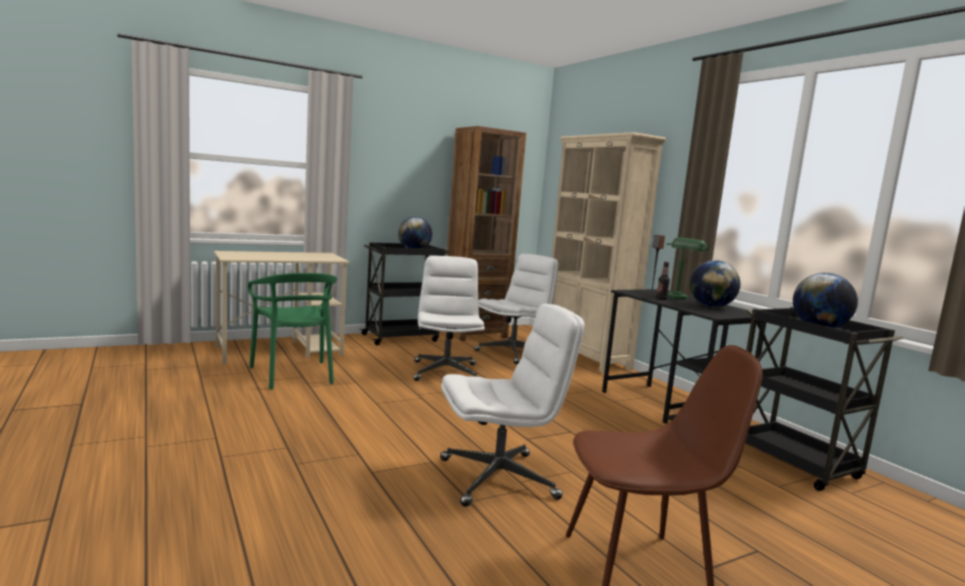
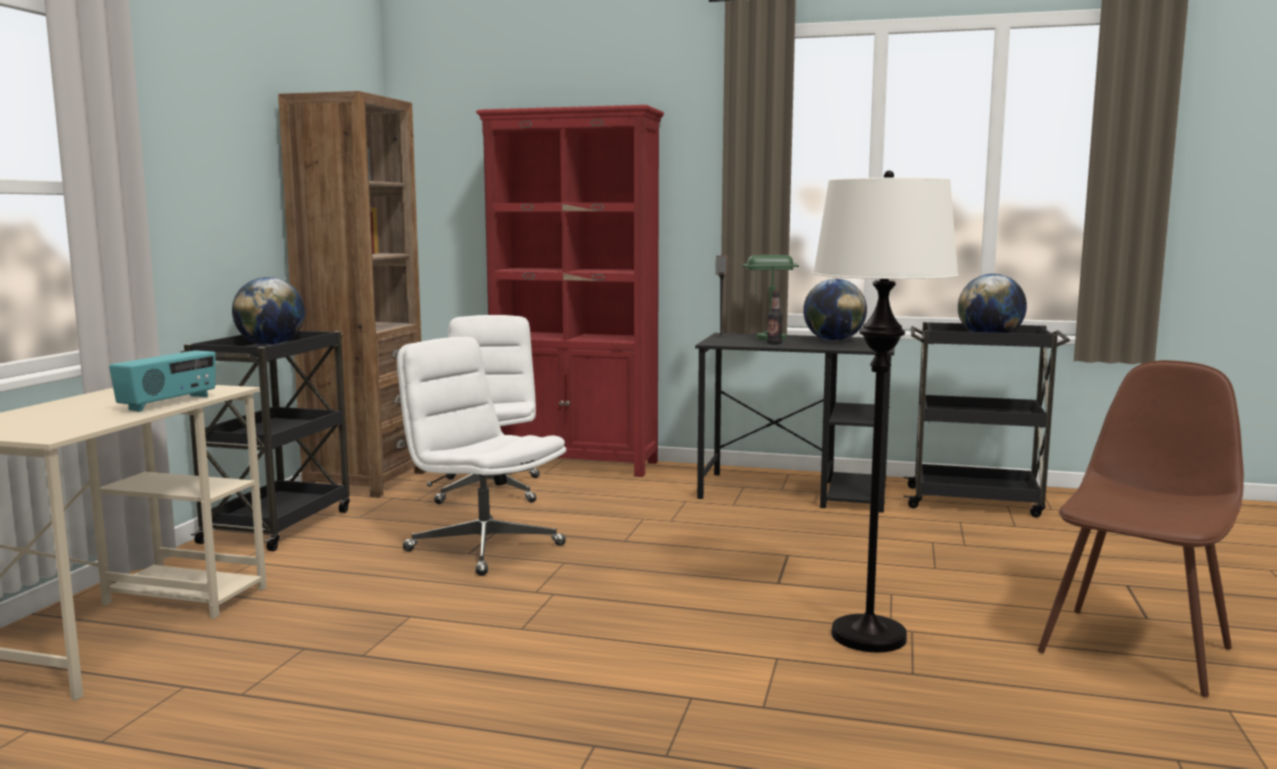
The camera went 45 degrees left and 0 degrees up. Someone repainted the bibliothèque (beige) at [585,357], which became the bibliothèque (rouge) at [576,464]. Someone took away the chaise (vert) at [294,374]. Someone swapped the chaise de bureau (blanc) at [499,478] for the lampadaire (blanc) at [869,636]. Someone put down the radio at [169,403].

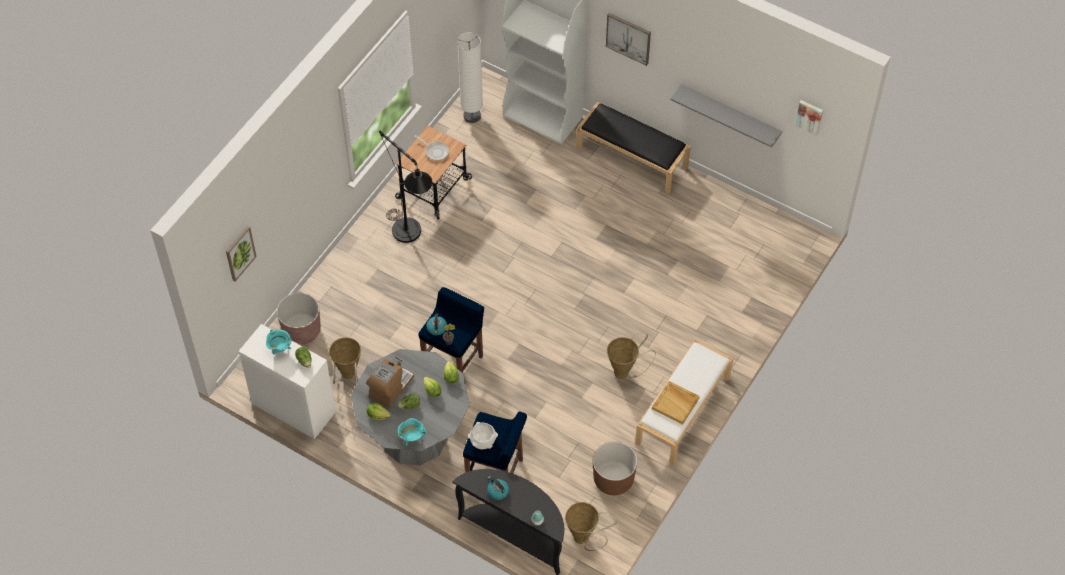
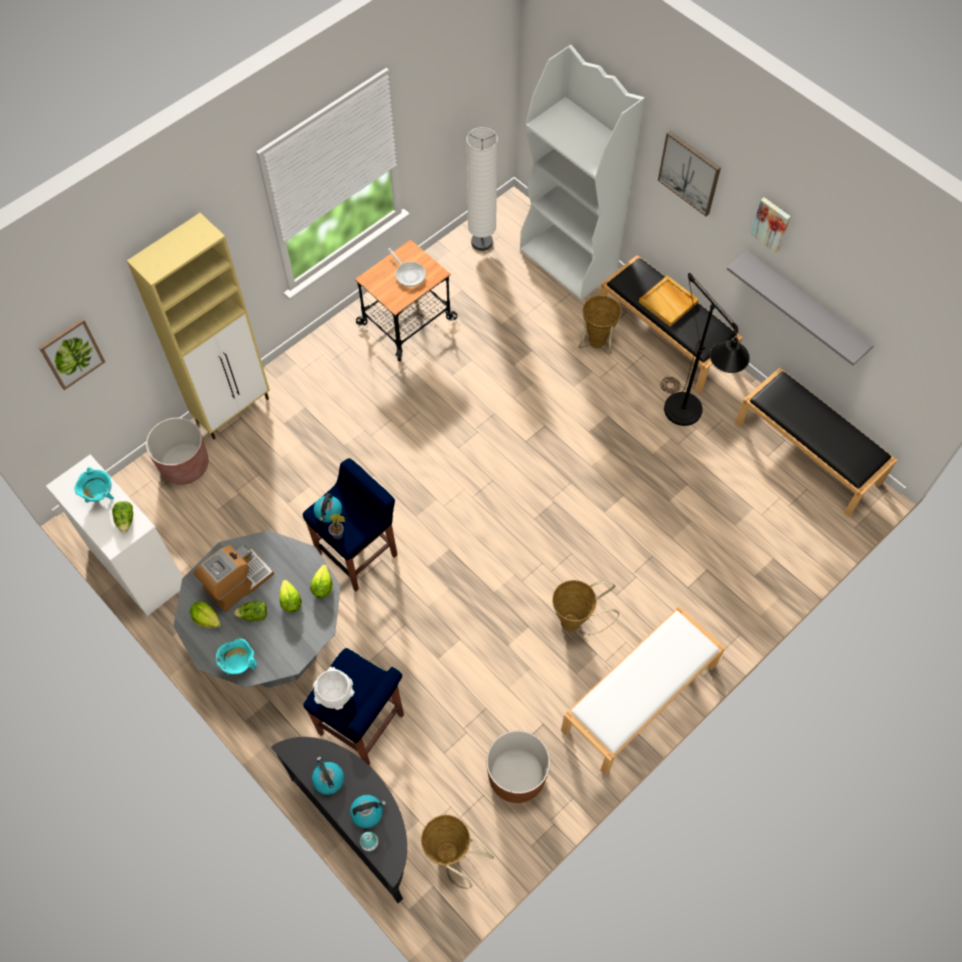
The camera went 15 degrees right and 5 degrees up. Someone carried the tableau from [809,116] to [771,224]. Someone carried the lampadaire (noir) from [411,236] to [687,418]. Someone carried the panier from [348,376] to [596,345]. Someone carried the plateau (beige) from [676,403] to [668,302]. Someone put down the meuble de rangement (beige) at [233,409]. Someone put down the banc (noir) at [808,453]. Someone put down the bouilloire at [367,812].

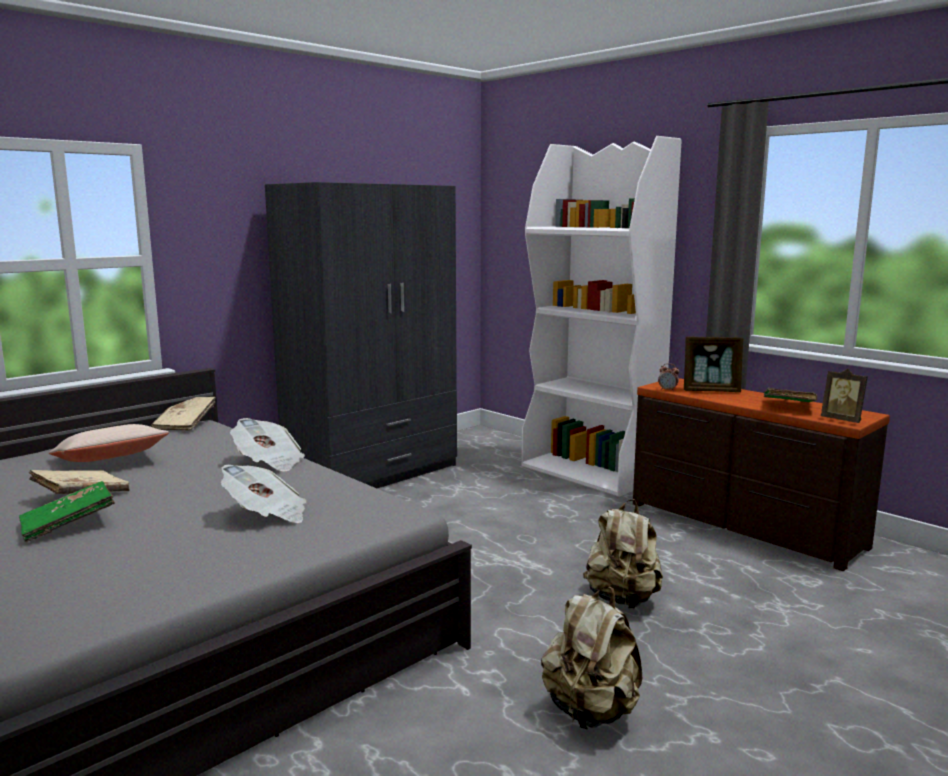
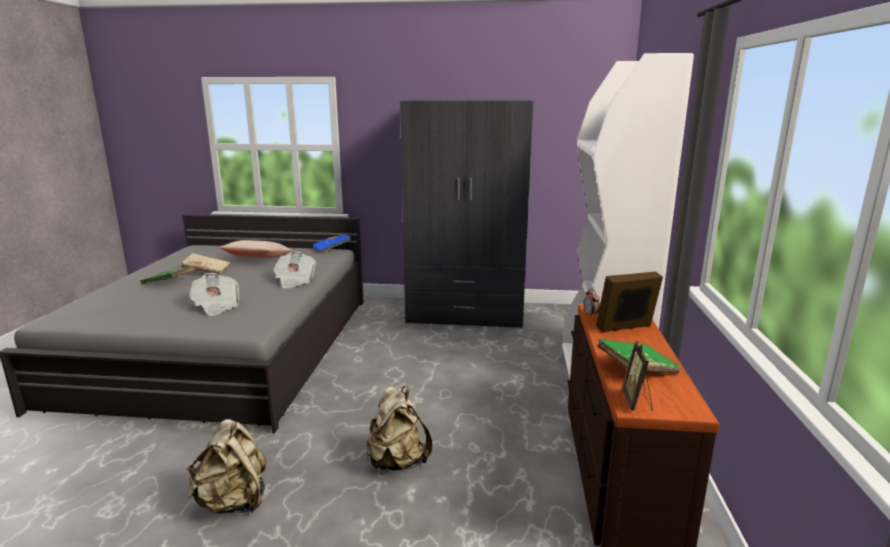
The camera went 50 degrees right and 5 degrees up. Someone rotated the cadre photo at [711,391] by 105 degrees clockwise. Someone repainted the livre (beige) at [185,424], which became the livre (bleu) at [331,249].

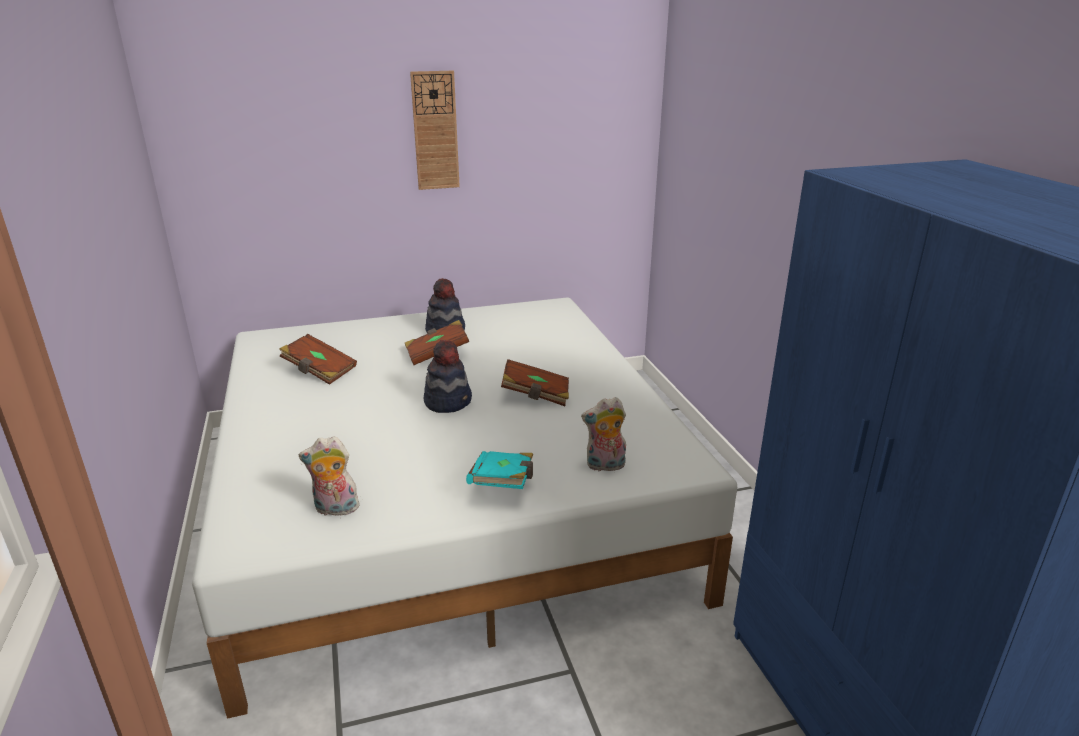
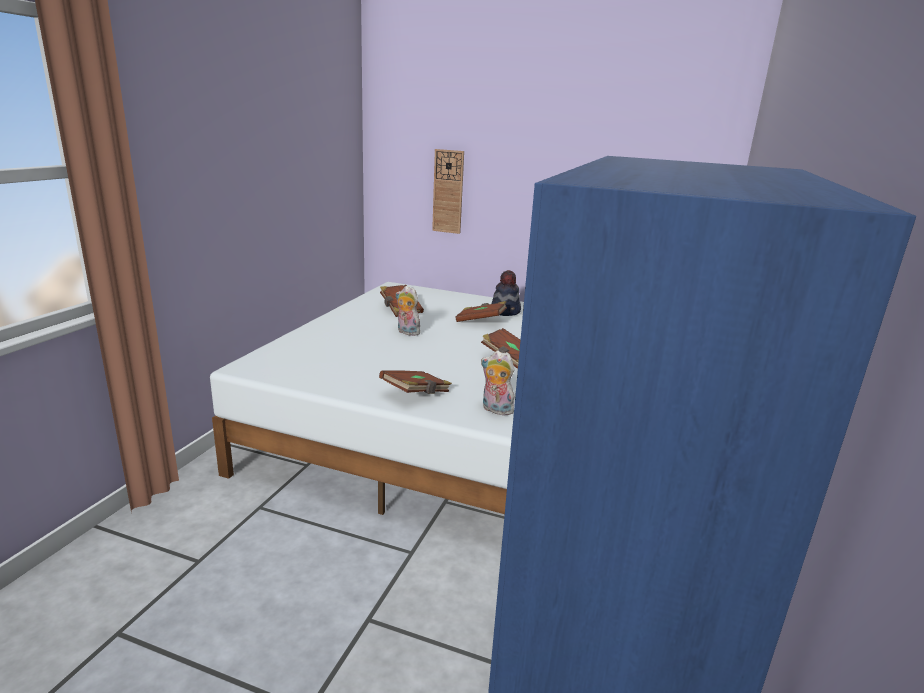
The camera went 35 degrees right and 5 degrees down. Someone carried the horloge murale from [435,131] to [448,192]. Someone took away the chapeau at [448,401]. Someone carried the peluche from [335,510] to [407,332]. Someone repainted the livre (turquoise) at [503,484], which became the livre (marron) at [416,394].

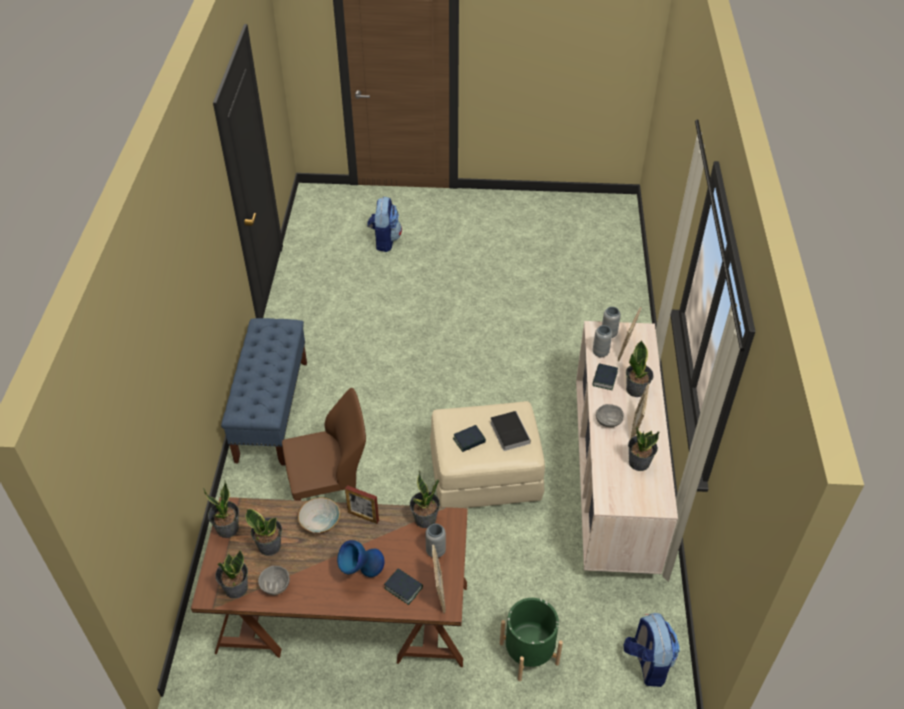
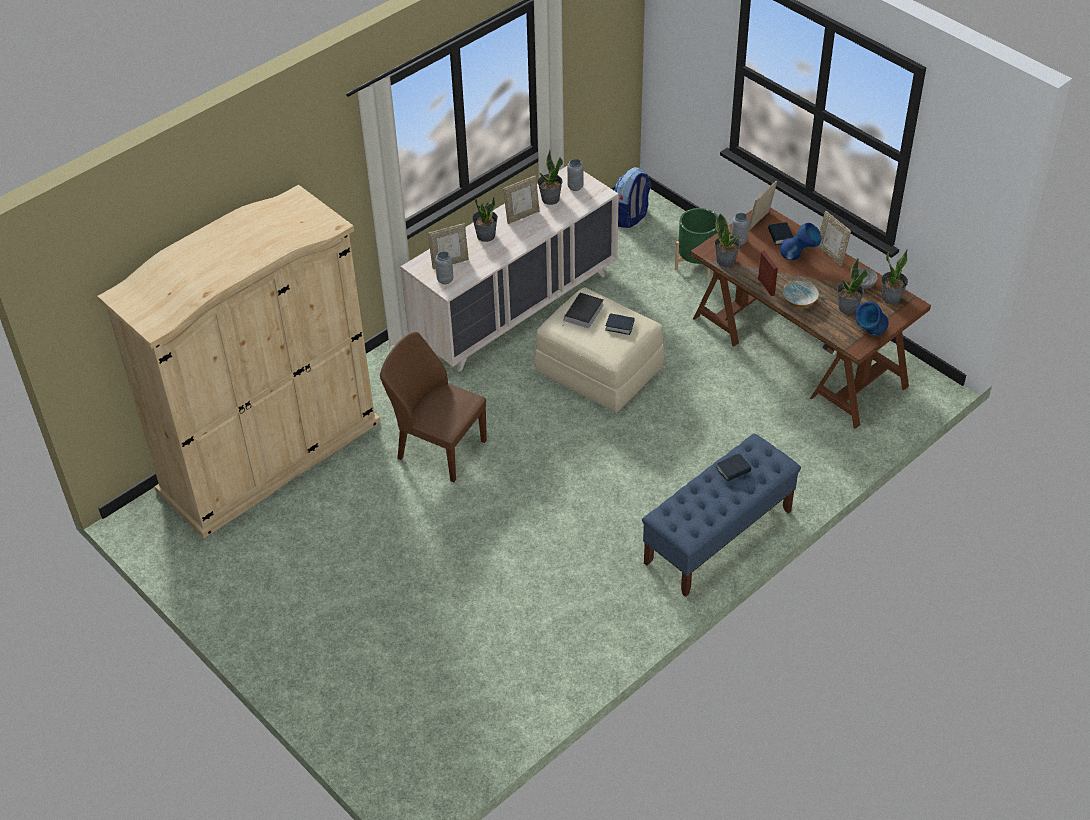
The camera went 135 degrees left and 0 degrees up. Someone took away the sac à dos at [384,240]. Someone carried the vase (gris) from [600,353] to [575,187]. Someone carried the livre from [604,379] to [733,470]. Someone carried the chaise (marron) from [331,495] to [440,448]. Someone took away the bol (gris) at [608,421]. Someone swapped the plante en pot at [228,529] for the vase (bleu) at [869,335]. Someone put down the armoire (beige) at [270,456]. Someone put down the cadre photo at [831,254].

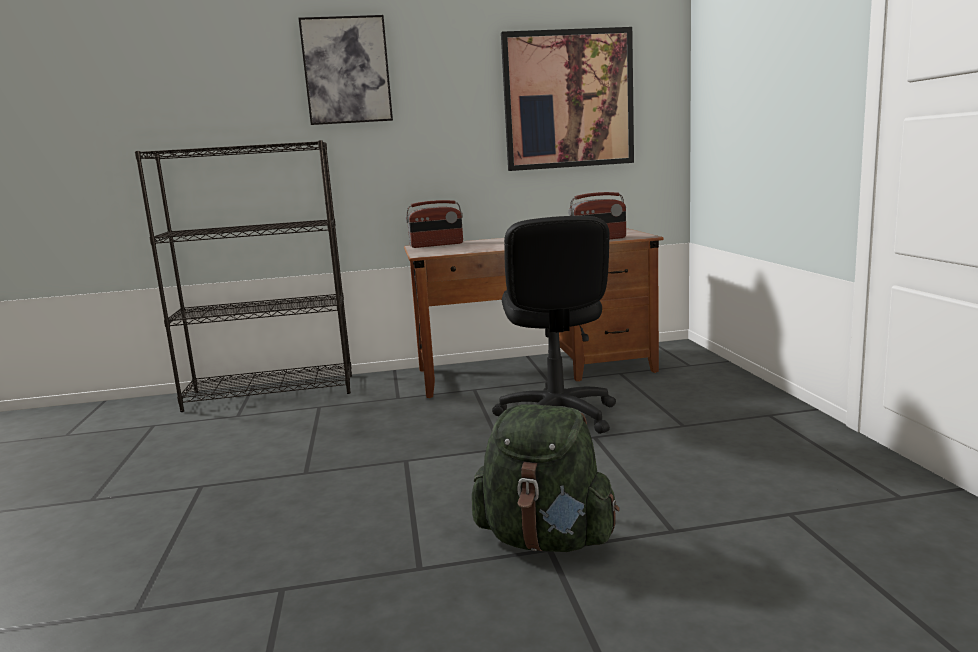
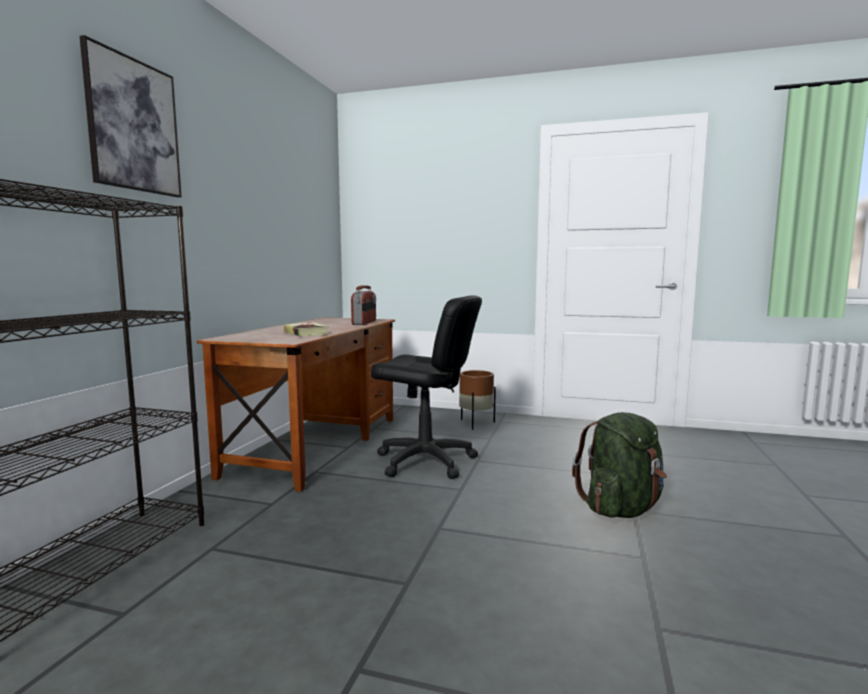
The camera went 65 degrees left and 5 degrees down. Someone took away the tableau at [568,100]. Someone took away the radio at [436,245]. Someone put down the livre at [306,333]. Someone put down the cache-pot (marron) at [476,423].

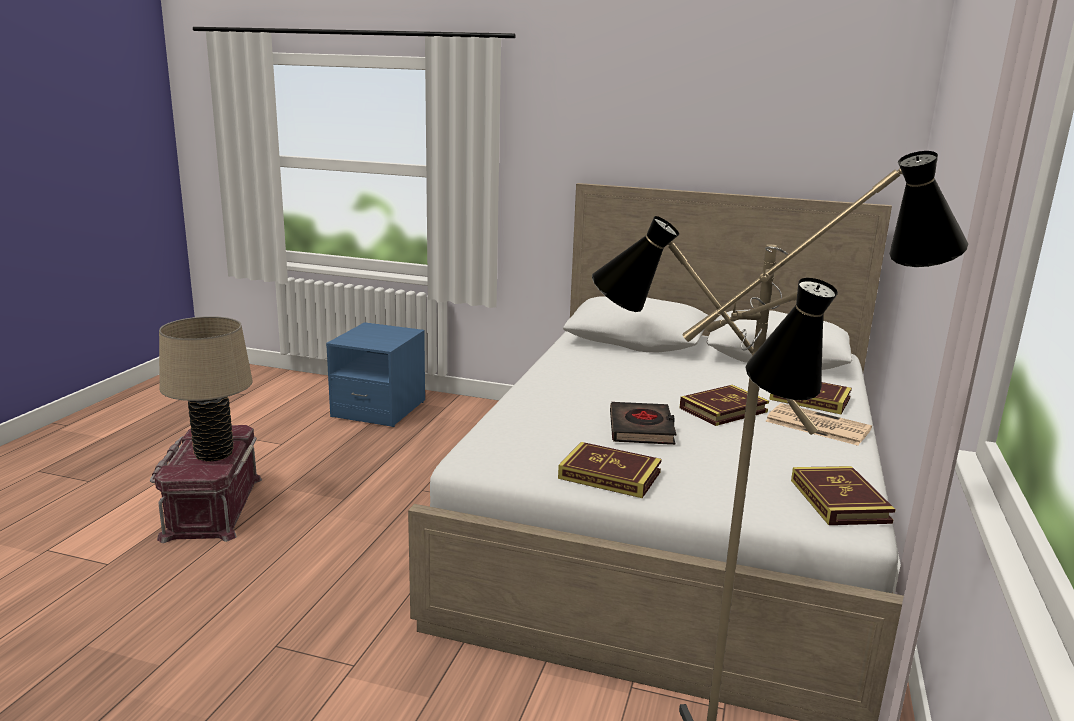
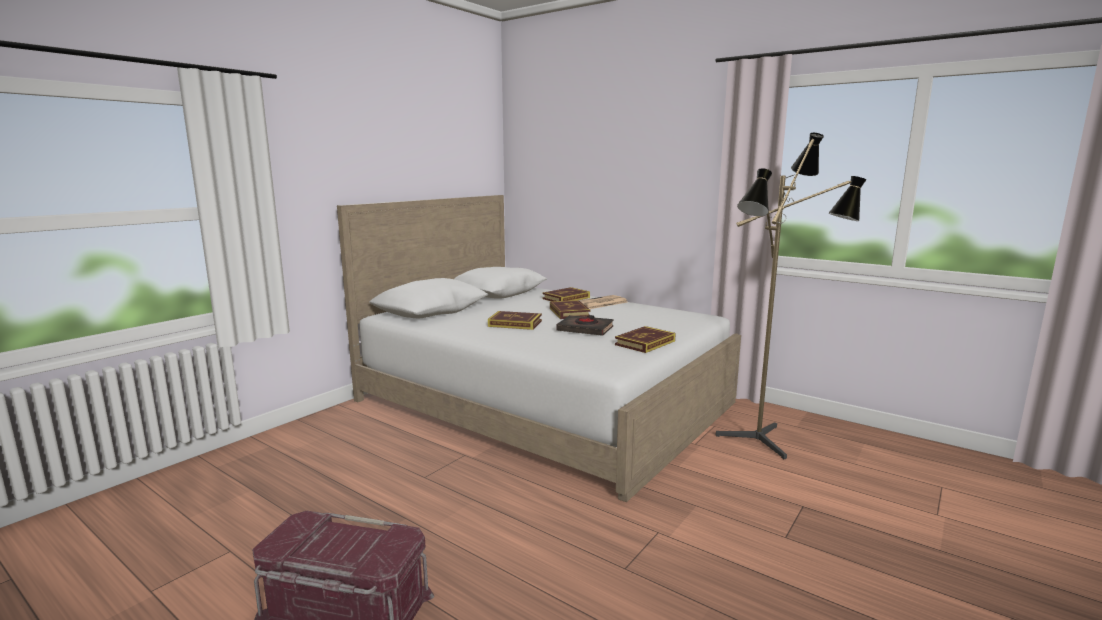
The camera went 70 degrees left and 5 degrees down. Someone took away the lampe de table (beige) at [214,454]. Someone took away the table de chevet (bleu) at [379,409]. Someone carried the livre from [839,501] to [515,323].

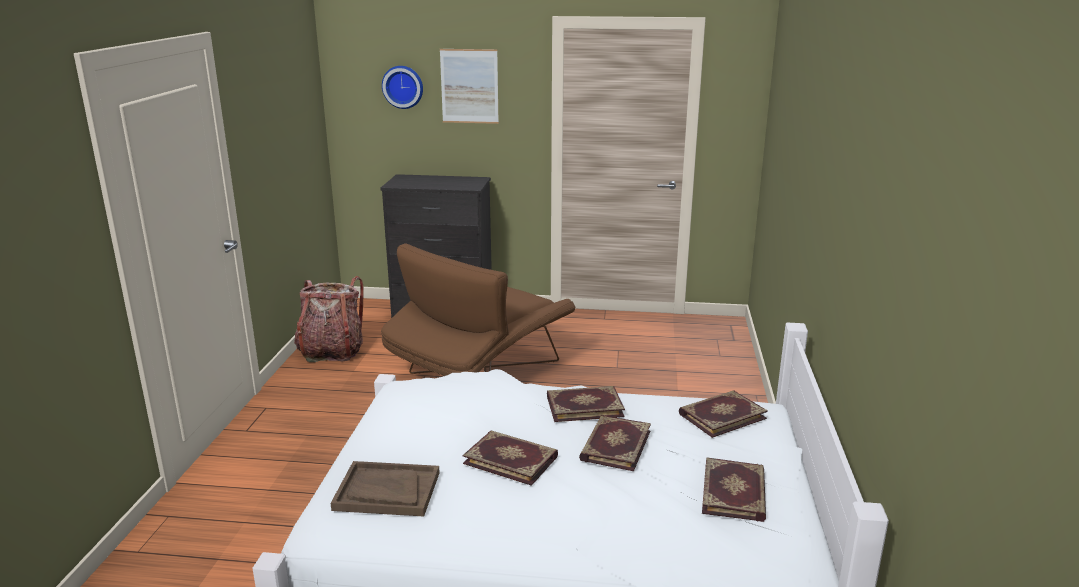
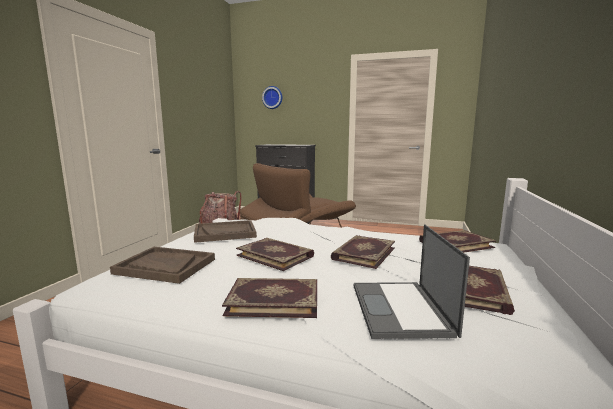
The camera went 10 degrees right and 10 degrees down. Someone took away the tableau at [469,86]. Someone carried the livre from [584,406] to [274,299]. Someone put down the plateau (marron) at [225,233]. Someone put down the ordinateur portable at [401,309].

